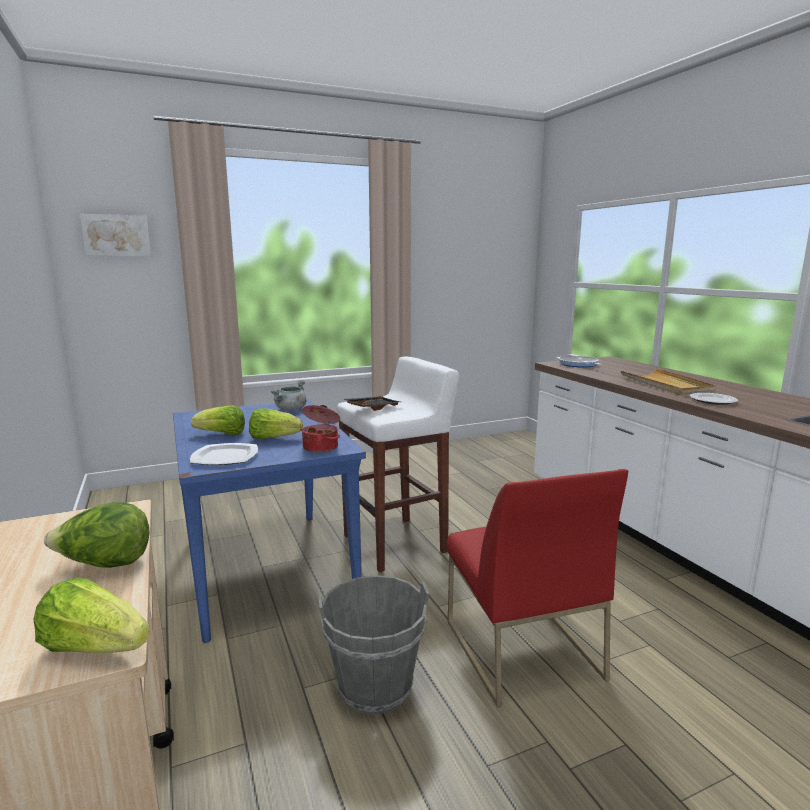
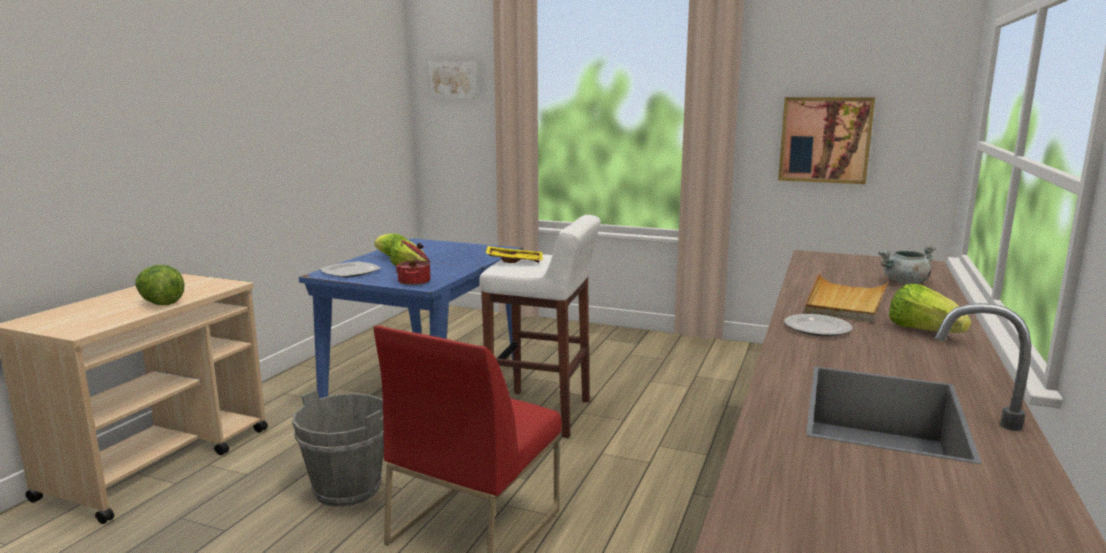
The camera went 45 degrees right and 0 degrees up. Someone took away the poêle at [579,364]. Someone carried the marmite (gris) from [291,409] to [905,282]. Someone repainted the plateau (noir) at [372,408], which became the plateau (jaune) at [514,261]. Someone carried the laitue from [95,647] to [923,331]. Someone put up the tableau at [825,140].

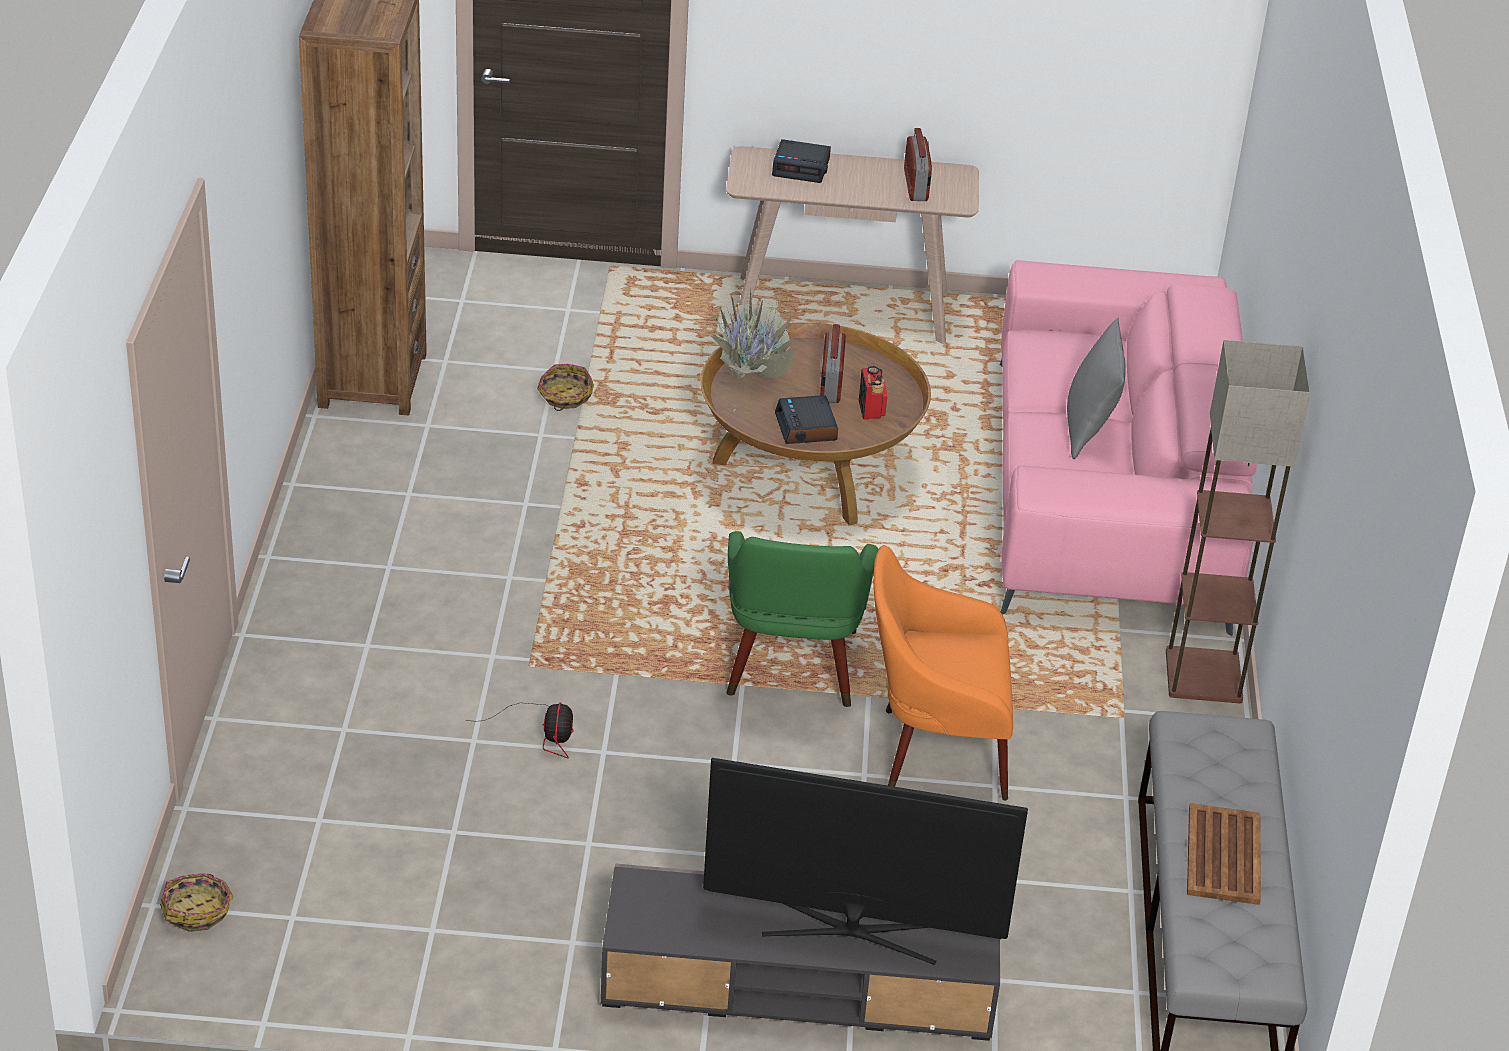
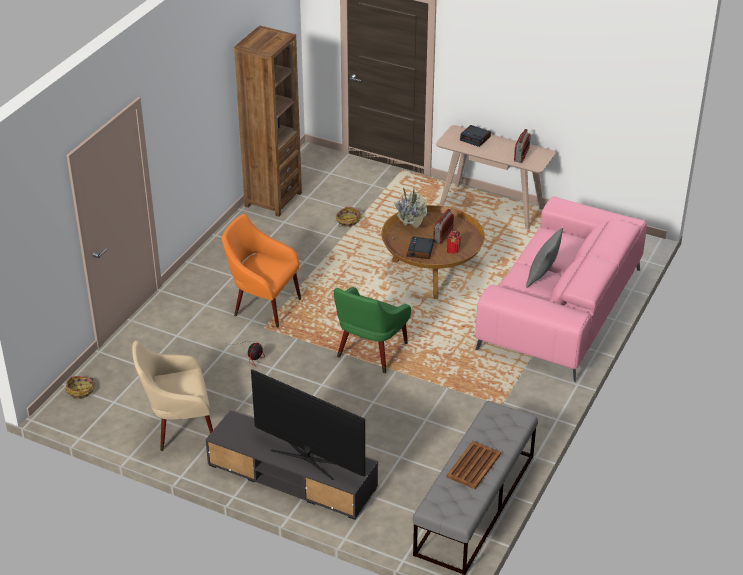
The camera went 25 degrees right and 0 degrees up. Someone took away the lampadaire at [1205,677]. Someone carried the fauteuil (orange) from [932,752] to [263,305]. Someone put down the fauteuil (beige) at [178,427].

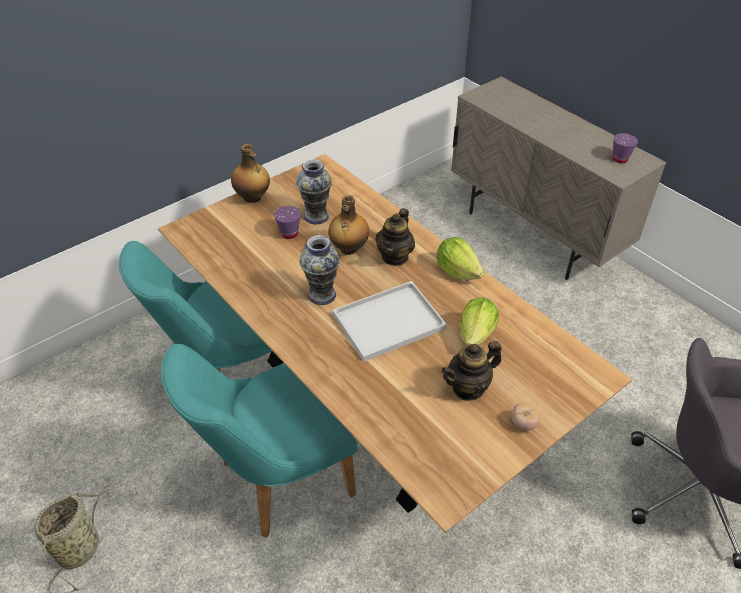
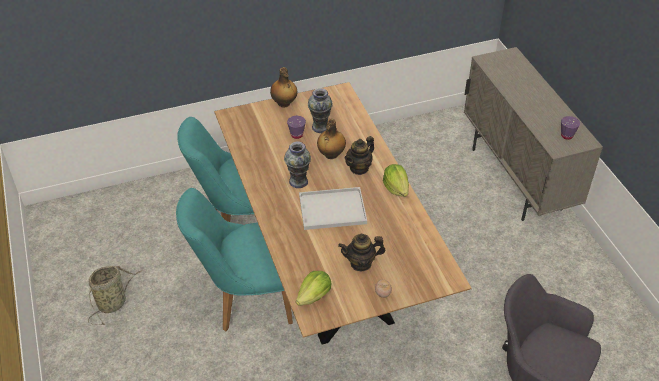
The camera went 20 degrees right and 0 degrees up. Someone carried the laitue from [476,334] to [314,296].

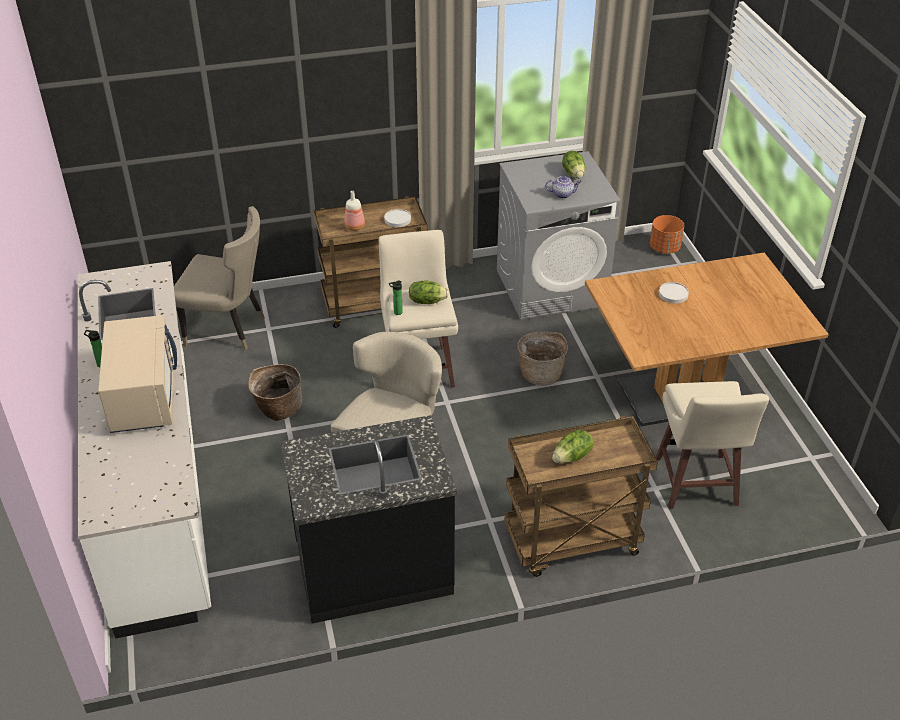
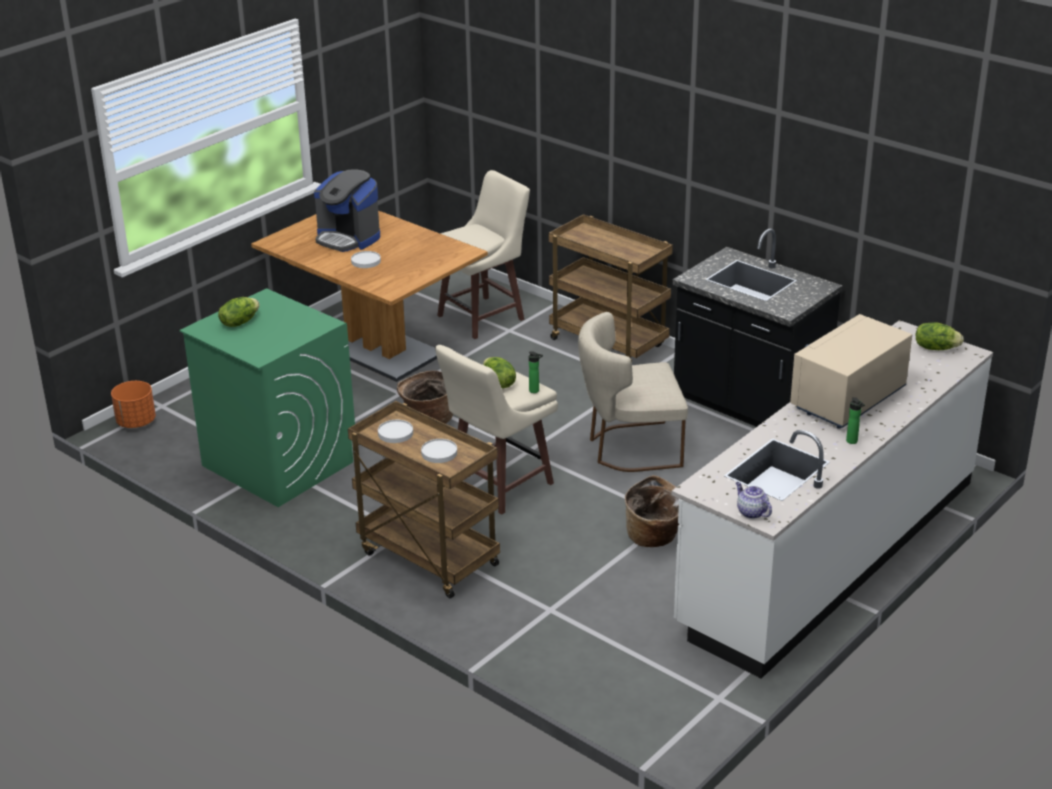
The camera went 125 degrees left and 10 degrees down. Someone repainted the lave-linge (gris) at [551,287], which became the lave-linge (vert) at [279,462]. Someone carried the théière from [563,194] to [751,512]. Someone swapped the bouteille at [354,226] for the assiette (blanc) at [439,453]. Someone took away the chaise (beige) at [229,329]. Someone carried the laitue from [572,457] to [936,348]. Someone put down the machine à café at [348,238].

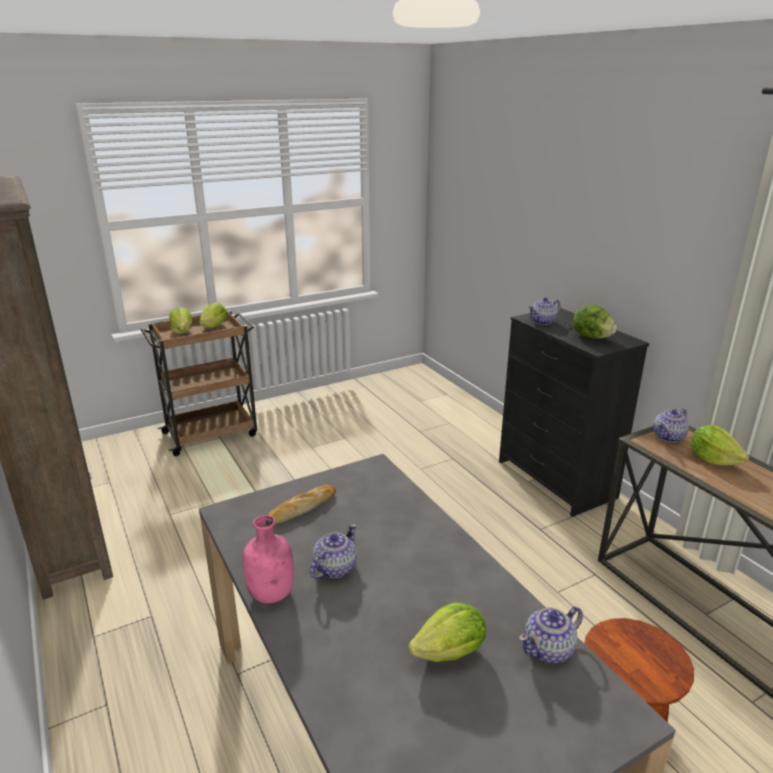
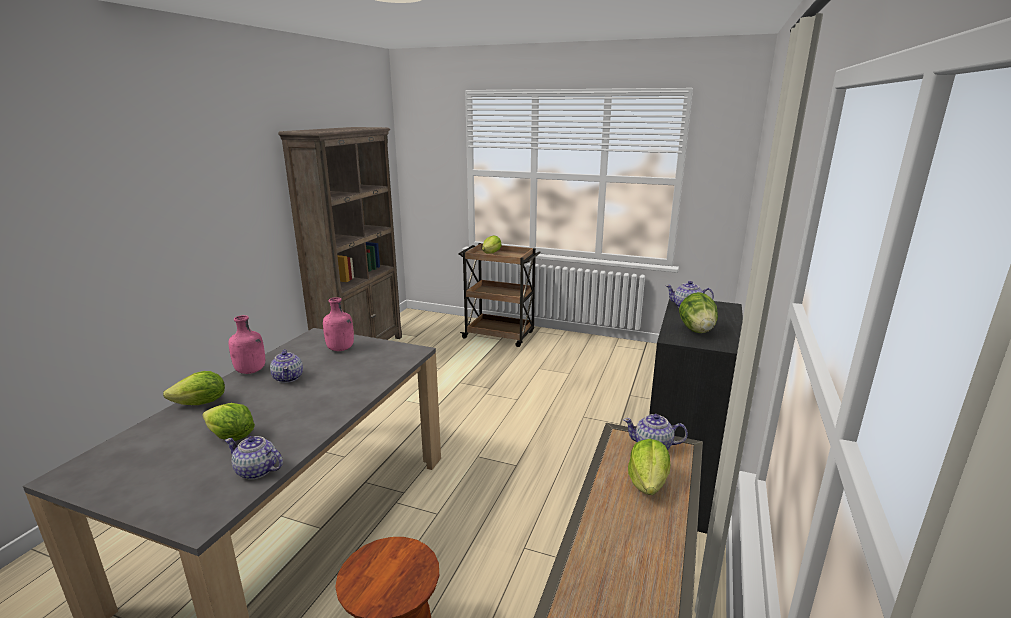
The camera went 50 degrees right and 5 degrees down. Someone carried the laitue from [214,326] to [201,403]. Someone swapped the pain at [301,508] for the bouteille (rose) at [341,349]. Someone rotated the théière at [334,568] by 75 degrees clockwise.

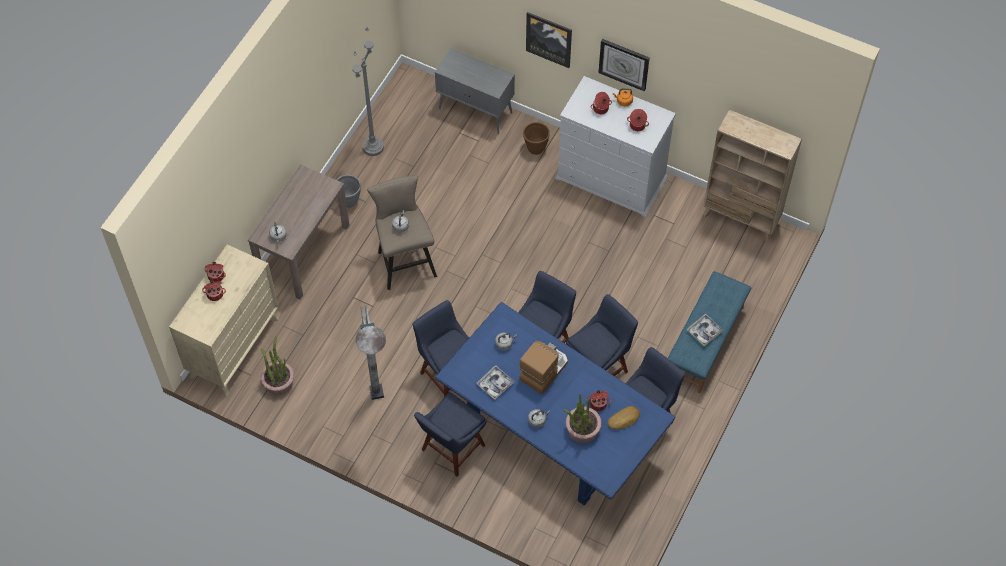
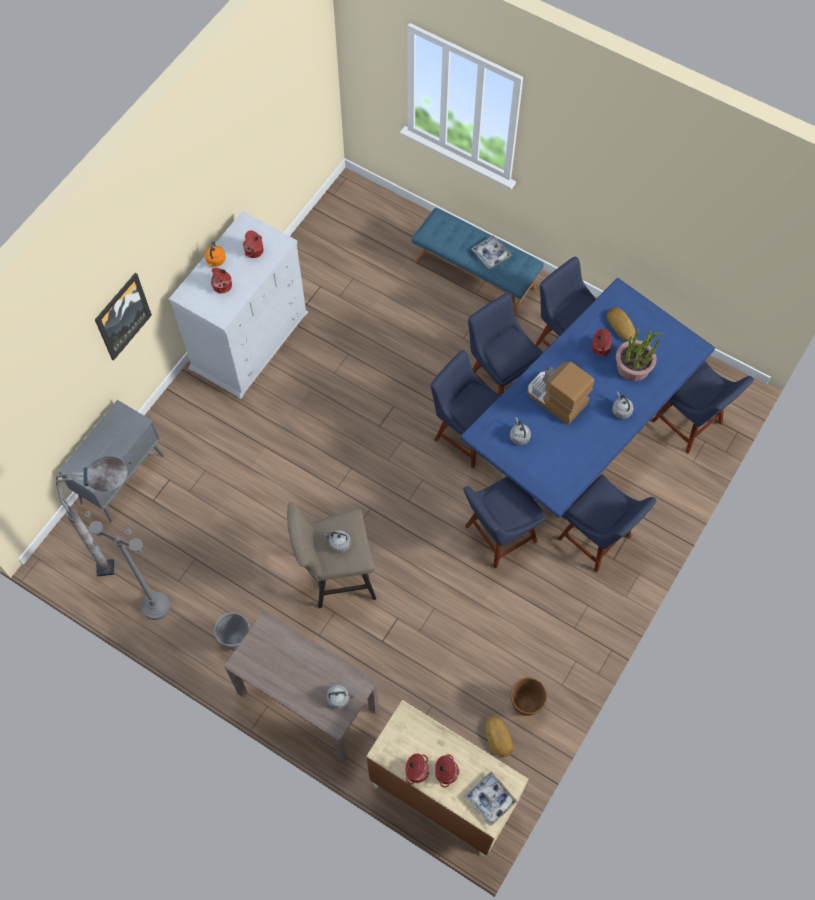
The camera went 85 degrees left and 5 degrees up. Someone took away the horloge murale at [624,64]. Someone took away the bibliothèque (beige) at [741,218]. Someone carried the cache-pot (marron) from [535,148] to [525,705]. Someone carried the lampadaire (gris) from [381,417] to [140,565]. Someone swapped the plante en pot at [278,382] for the pain at [498,737]. Someone carried the plateau from [495,384] to [490,799]. Someone put down the chaise (bleu) at [689,424].

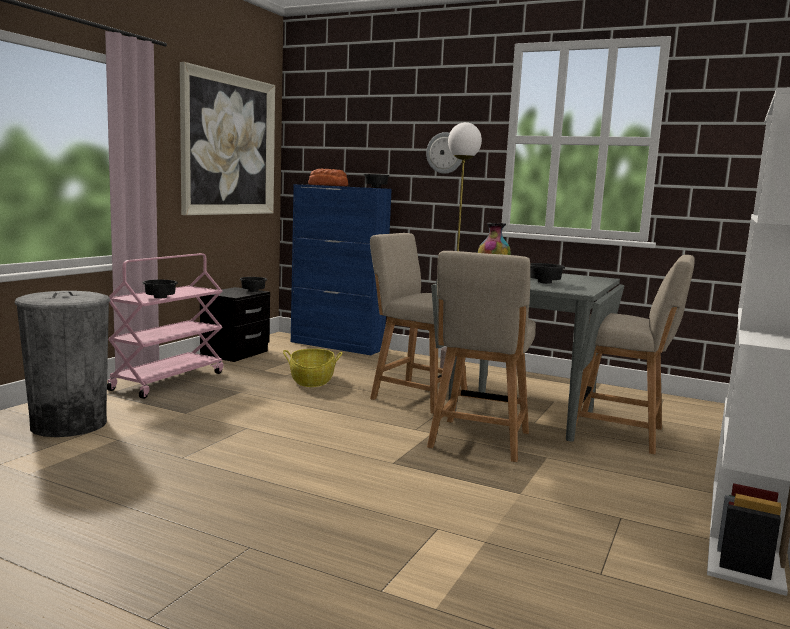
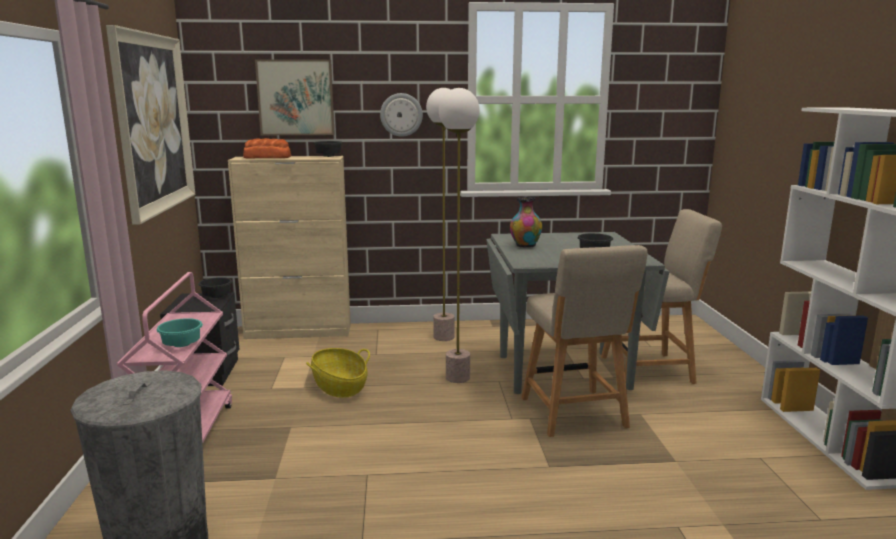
The camera went 30 degrees left and 5 degrees up. Someone repainted the meuble de rangement (bleu) at [337,346], which became the meuble de rangement (beige) at [299,332]. Someone swapped the chaise (beige) at [415,396] for the lampadaire at [457,377]. Someone repainted the bol (noir) at [160,297], which became the bol (turquoise) at [181,344]. Someone put up the tableau at [296,97].

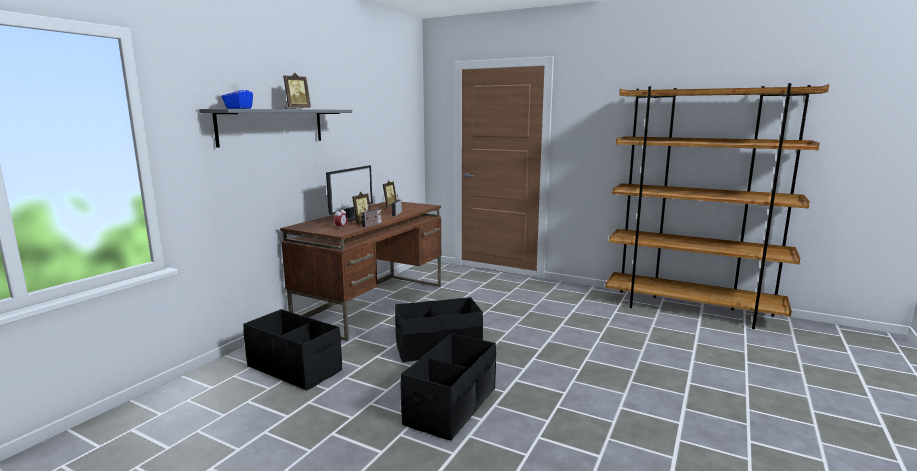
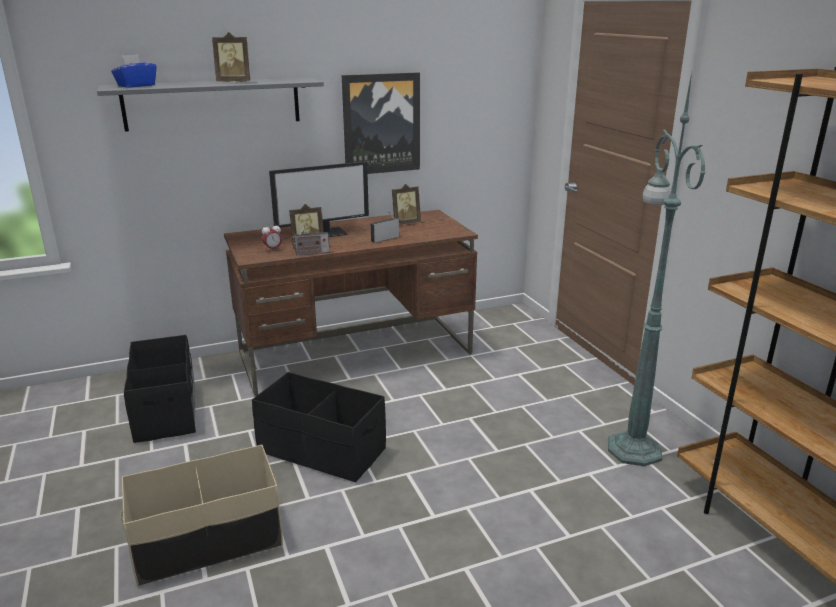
The camera went 40 degrees right and 10 degrees up. Someone repainted the boîte de rangement (noir) at [452,406], which became the boîte de rangement (beige) at [208,541]. Someone put up the tableau at [381,124]. Someone put down the lampadaire (vert) at [633,447].

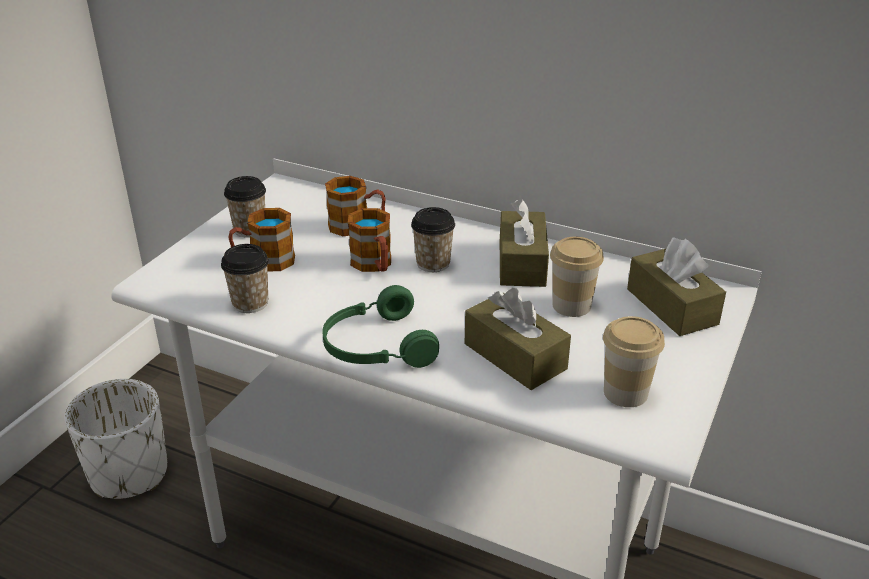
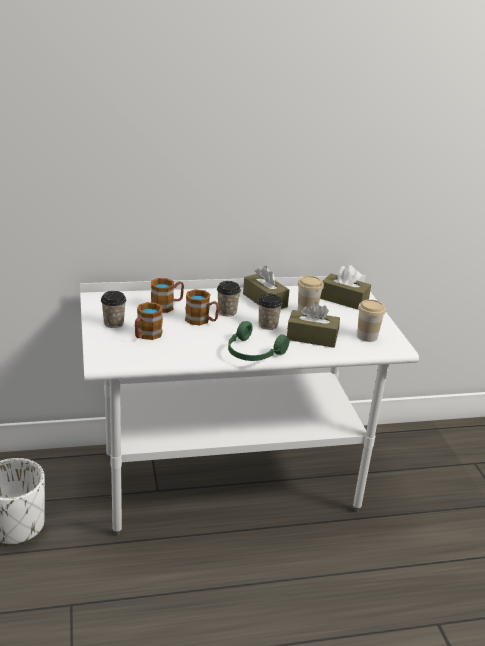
The camera went 40 degrees left and 5 degrees down. Someone carried the tasse from [250,303] to [268,325].

